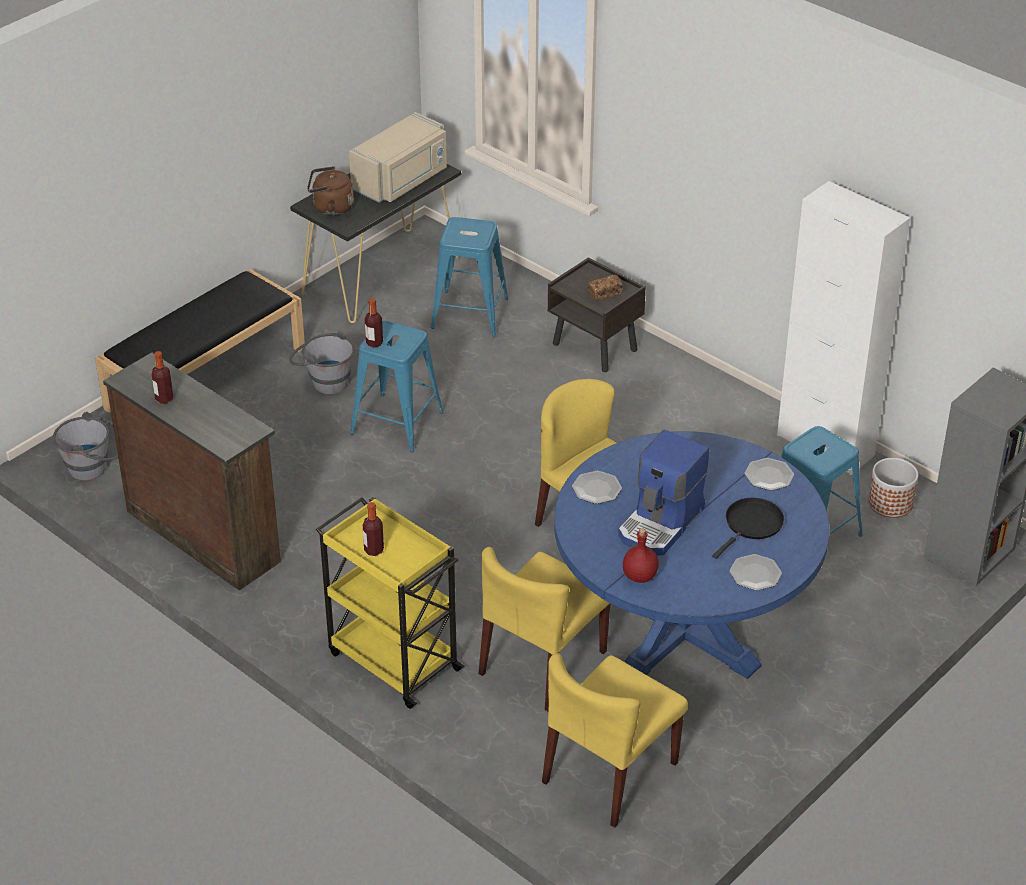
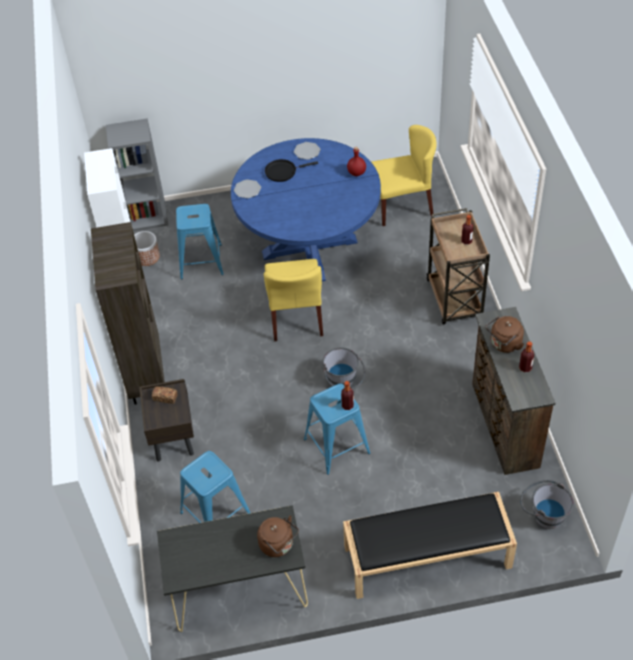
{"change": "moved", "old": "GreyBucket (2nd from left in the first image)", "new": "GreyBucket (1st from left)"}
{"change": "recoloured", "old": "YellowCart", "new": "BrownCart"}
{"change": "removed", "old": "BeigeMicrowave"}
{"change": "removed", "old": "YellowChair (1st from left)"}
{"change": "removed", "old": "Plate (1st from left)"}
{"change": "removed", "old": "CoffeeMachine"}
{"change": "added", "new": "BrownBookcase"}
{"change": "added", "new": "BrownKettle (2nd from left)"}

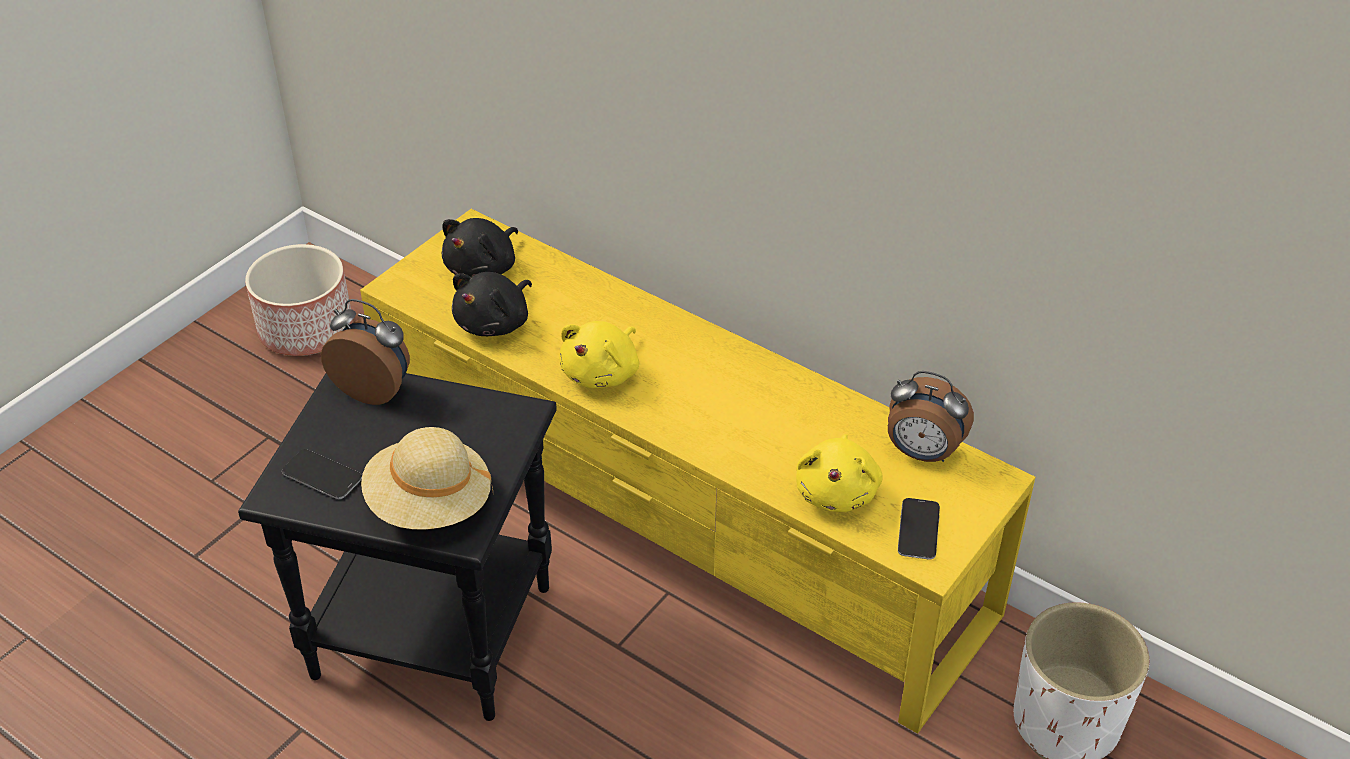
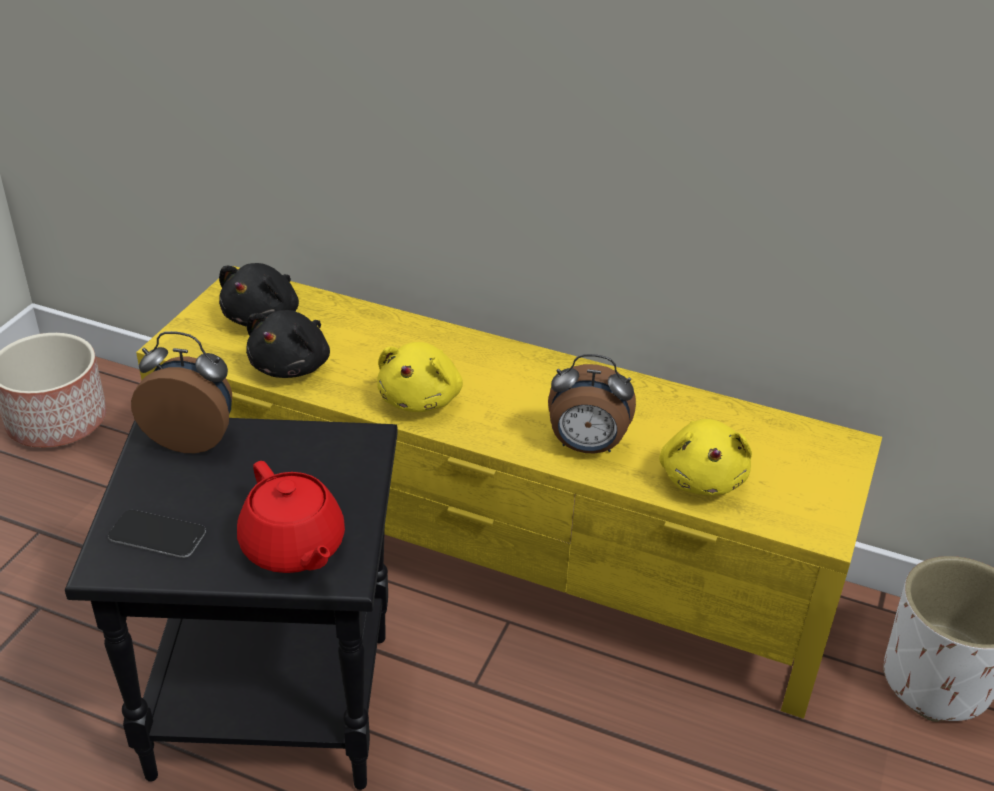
{"change": "replaced", "old": "BeigeHat", "new": "RedTeapot"}
{"change": "moved", "old": "AlarmClock (2nd from left)"}
{"change": "removed", "old": "Phone (2nd from left)"}

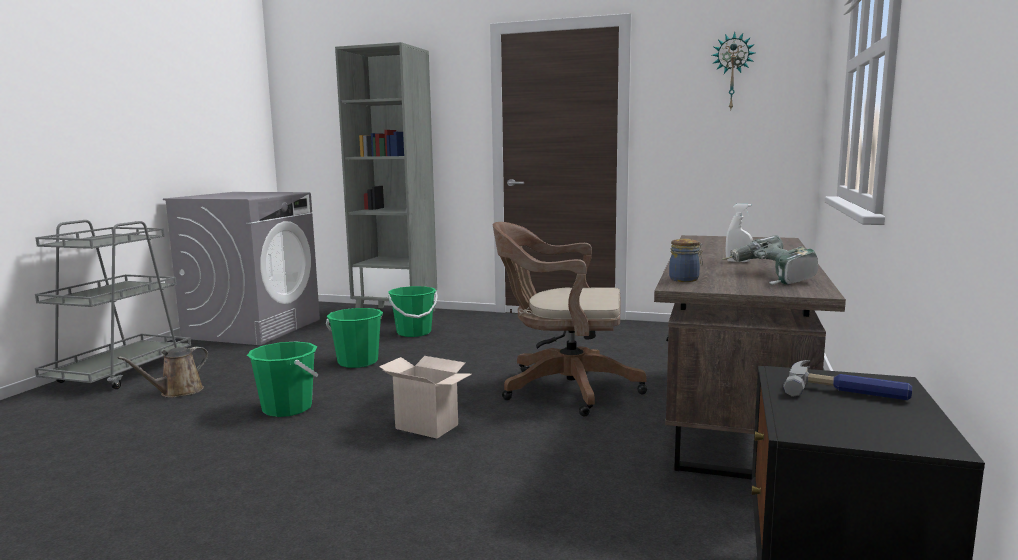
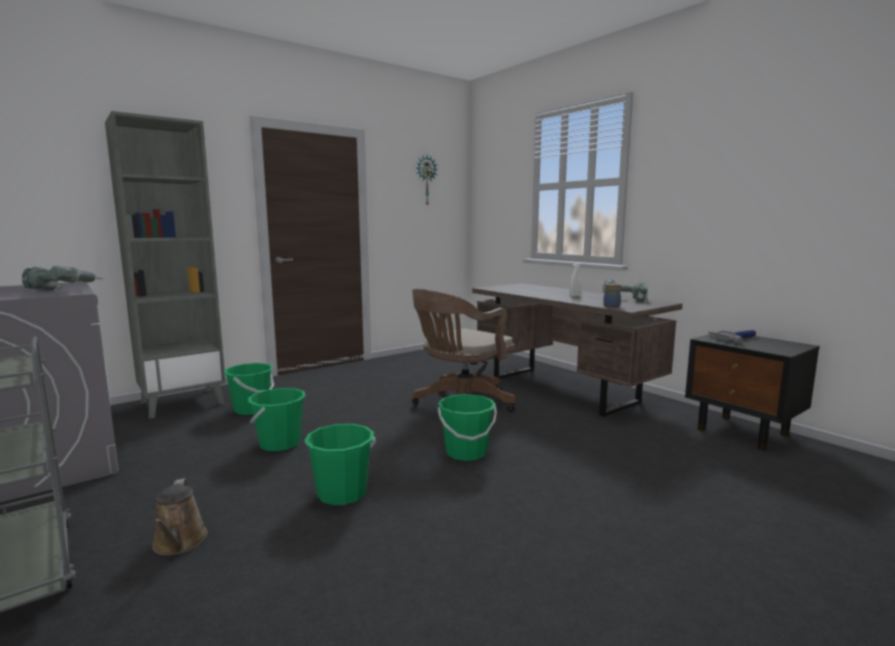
{"change": "replaced", "old": "CardboardBox", "new": "GreenBucket (4th from left)"}
{"change": "added", "new": "PowerDrill (1st from left)"}

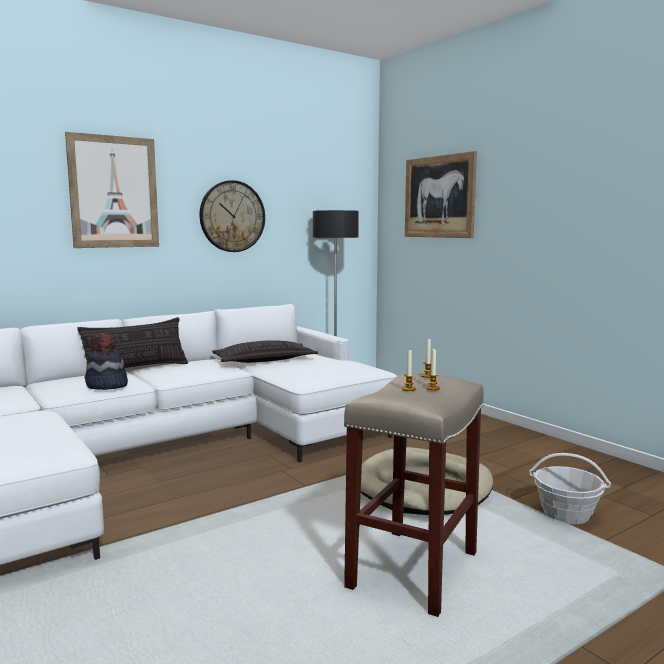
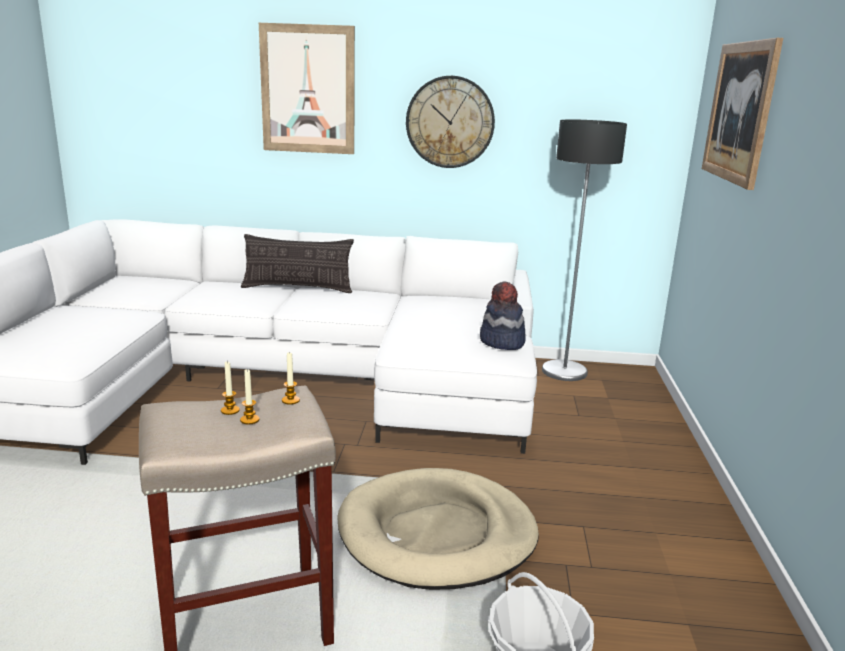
{"change": "moved", "old": "Hat"}
{"change": "removed", "old": "Pillow (2nd from left)"}

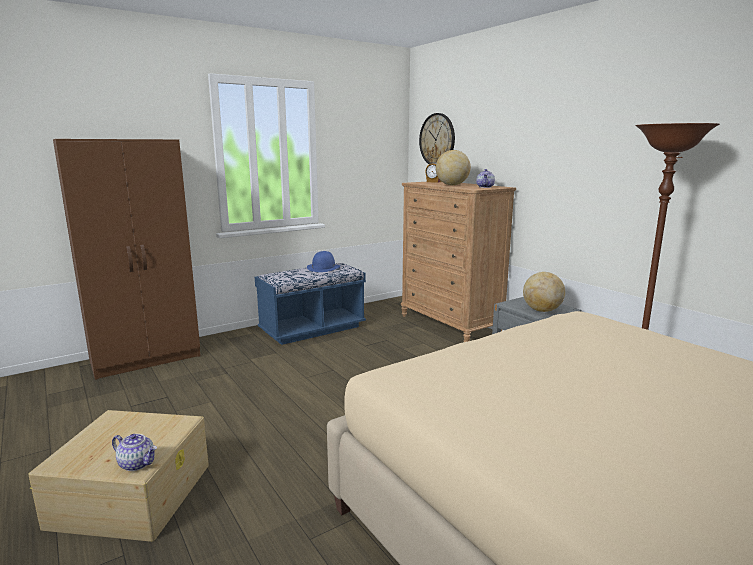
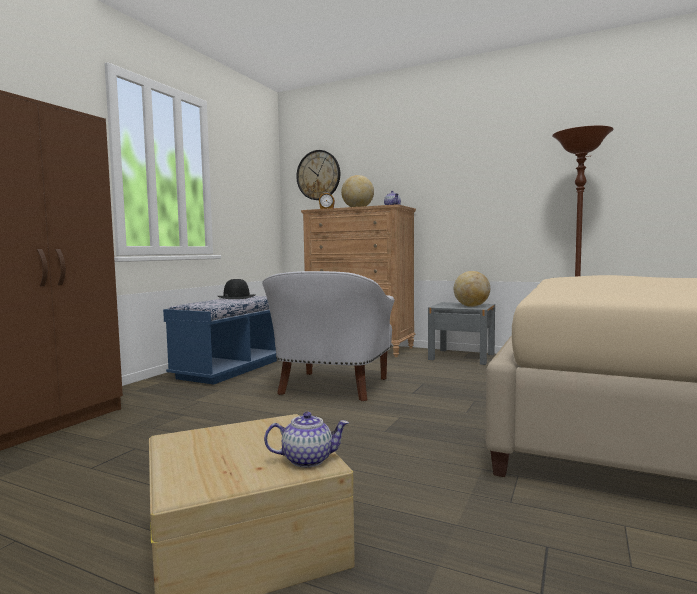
{"change": "recoloured", "old": "BlueHat", "new": "BlackHat"}
{"change": "added", "new": "WhiteArmchair"}

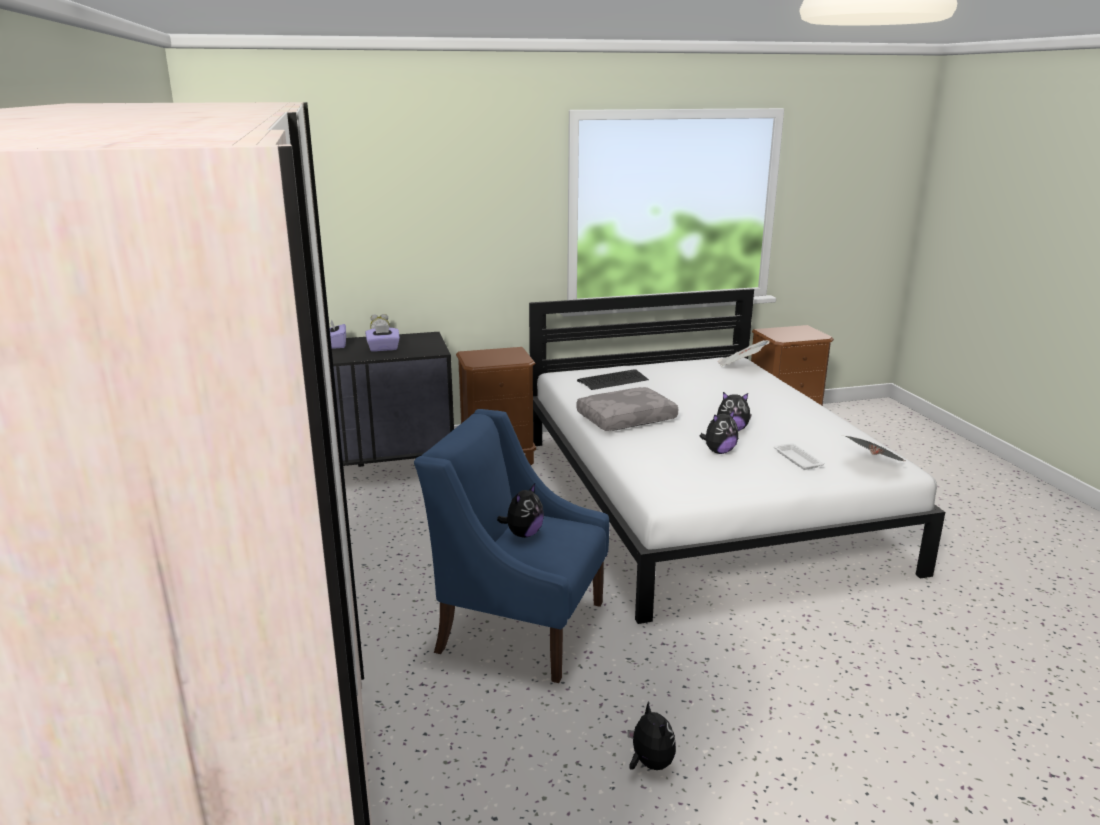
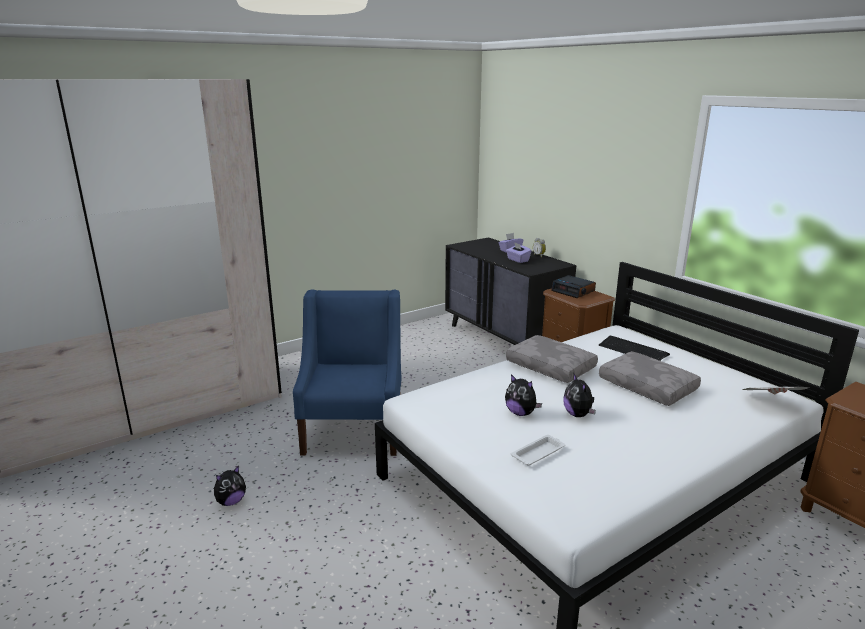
{"change": "removed", "old": "PlushToy (1st from left)"}
{"change": "removed", "old": "Newspaper (2nd from left)"}
{"change": "added", "new": "AlarmClock (2nd from left)"}
{"change": "added", "new": "GreyPillow (2nd from left)"}

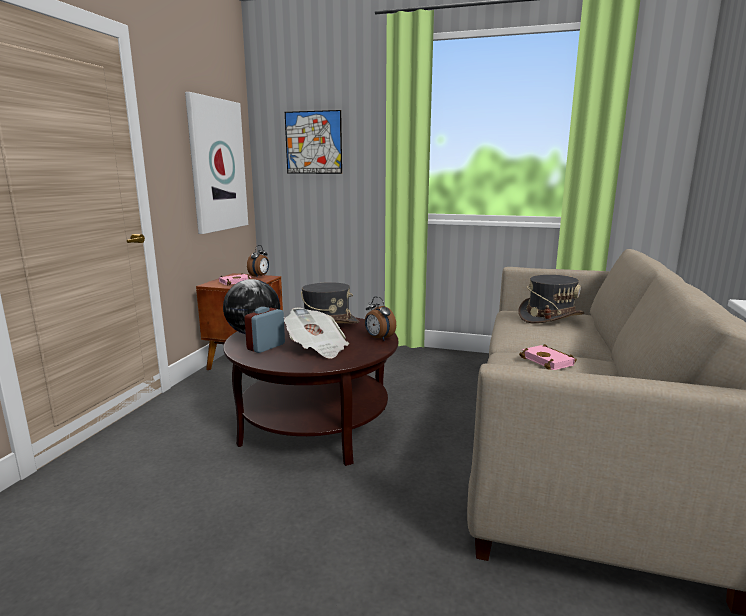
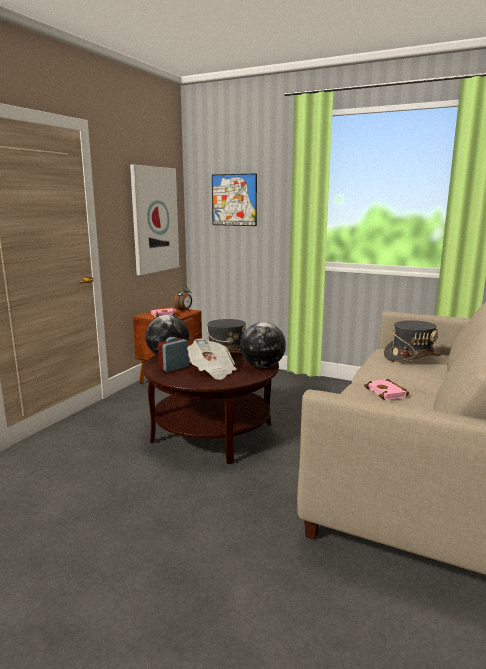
{"change": "replaced", "old": "AlarmClock (3rd from left)", "new": "Globe (2nd from left)"}

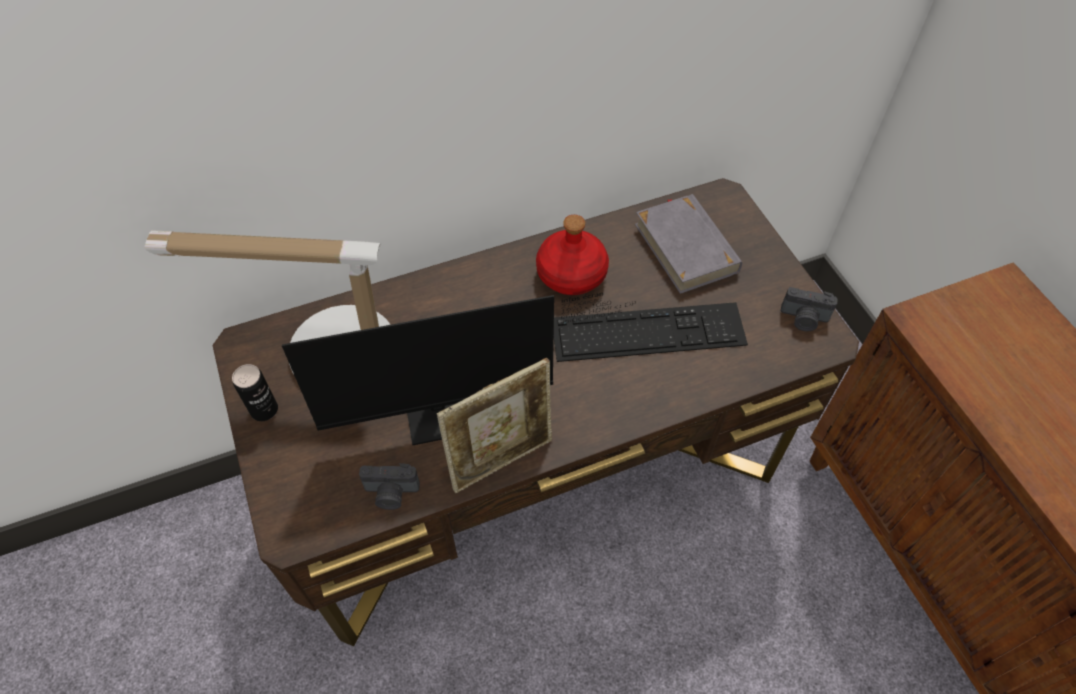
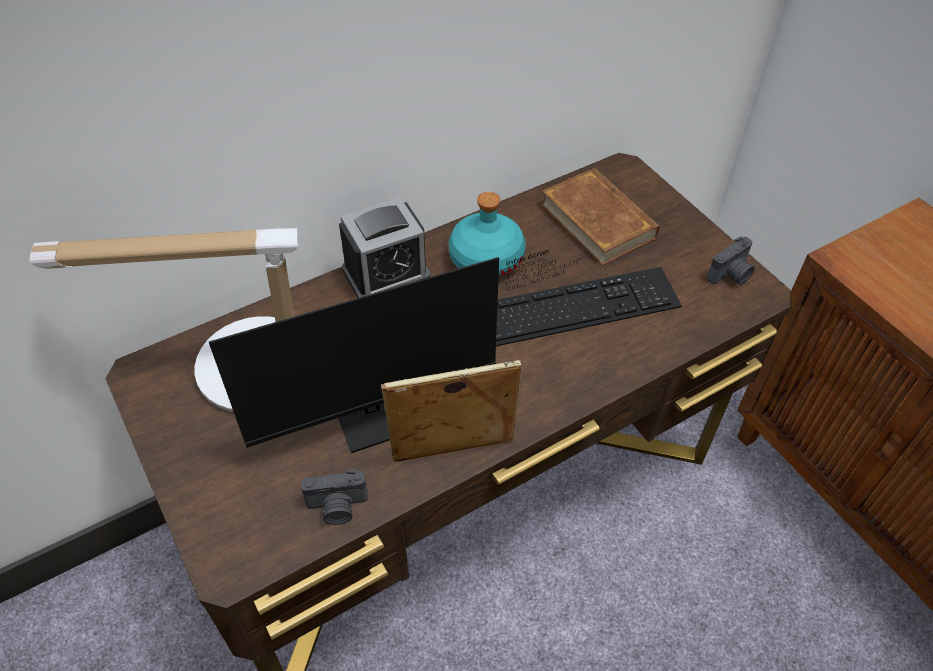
{"change": "removed", "old": "Can"}
{"change": "turned", "old": "PictureFrame", "degrees": -150}
{"change": "recoloured", "old": "RedBottle", "new": "TurquoiseBottle"}
{"change": "recoloured", "old": "GreyBook", "new": "BrownBook"}
{"change": "turned", "old": "PhotoCamera (2nd from left)", "degrees": -45}
{"change": "added", "new": "AlarmClock"}

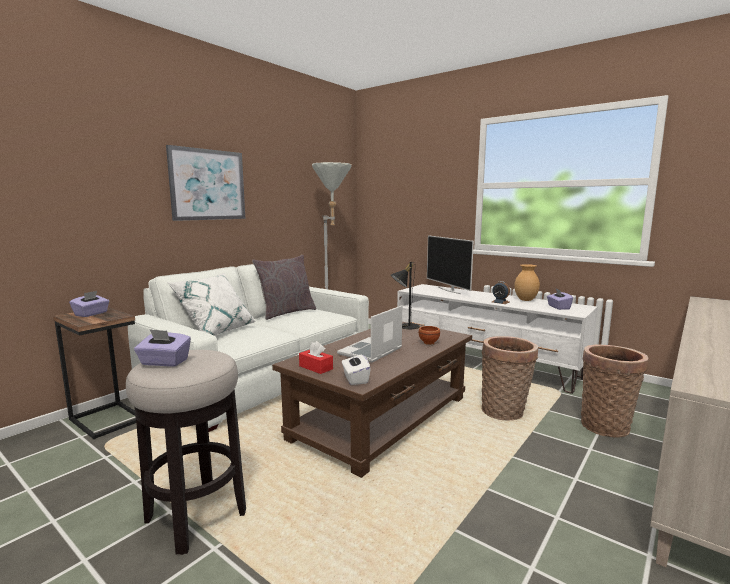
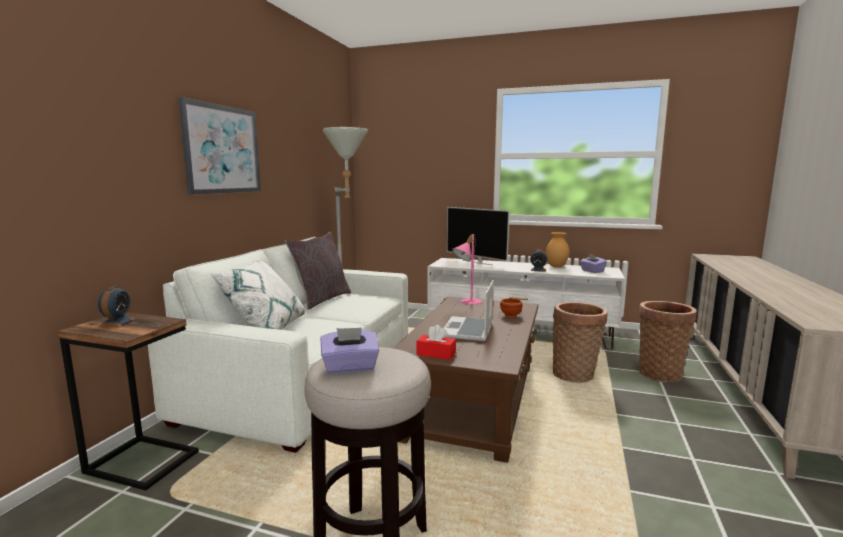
{"change": "replaced", "old": "PurpleTissueBox (1st from left)", "new": "AlarmClock (1st from left)"}
{"change": "removed", "old": "WhiteTissueBox"}
{"change": "recoloured", "old": "BlackTableLamp", "new": "PinkTableLamp"}

